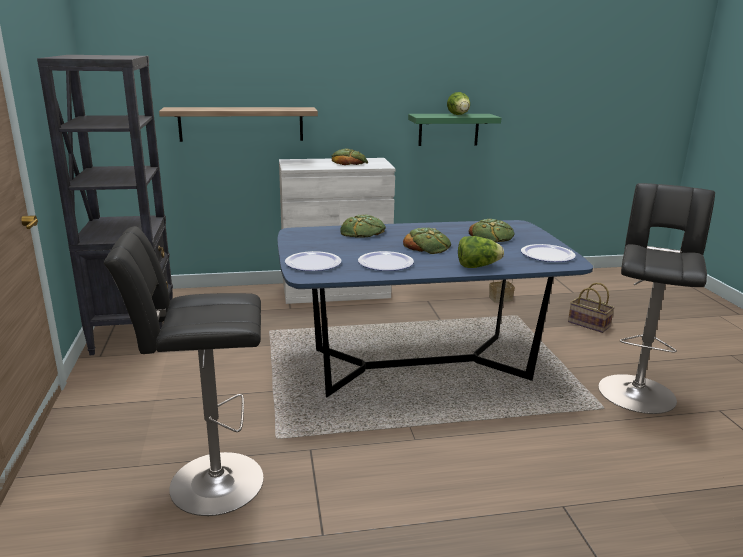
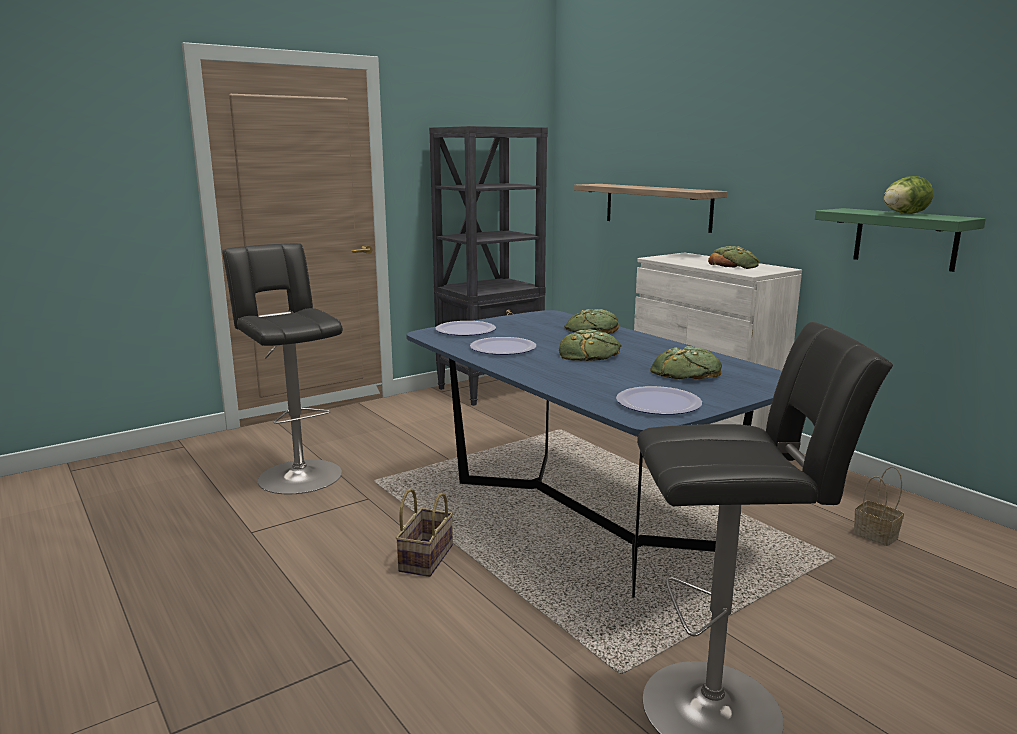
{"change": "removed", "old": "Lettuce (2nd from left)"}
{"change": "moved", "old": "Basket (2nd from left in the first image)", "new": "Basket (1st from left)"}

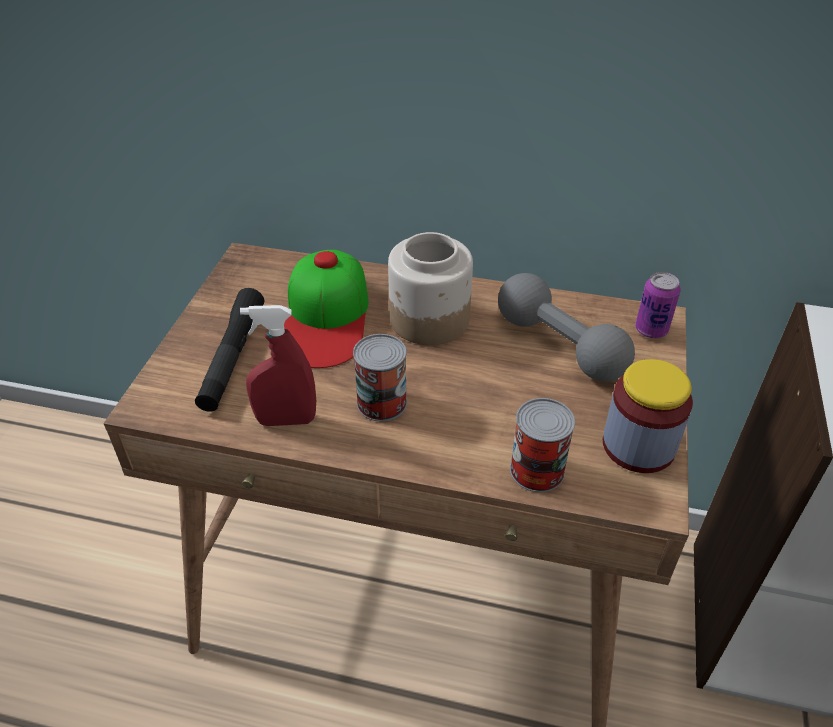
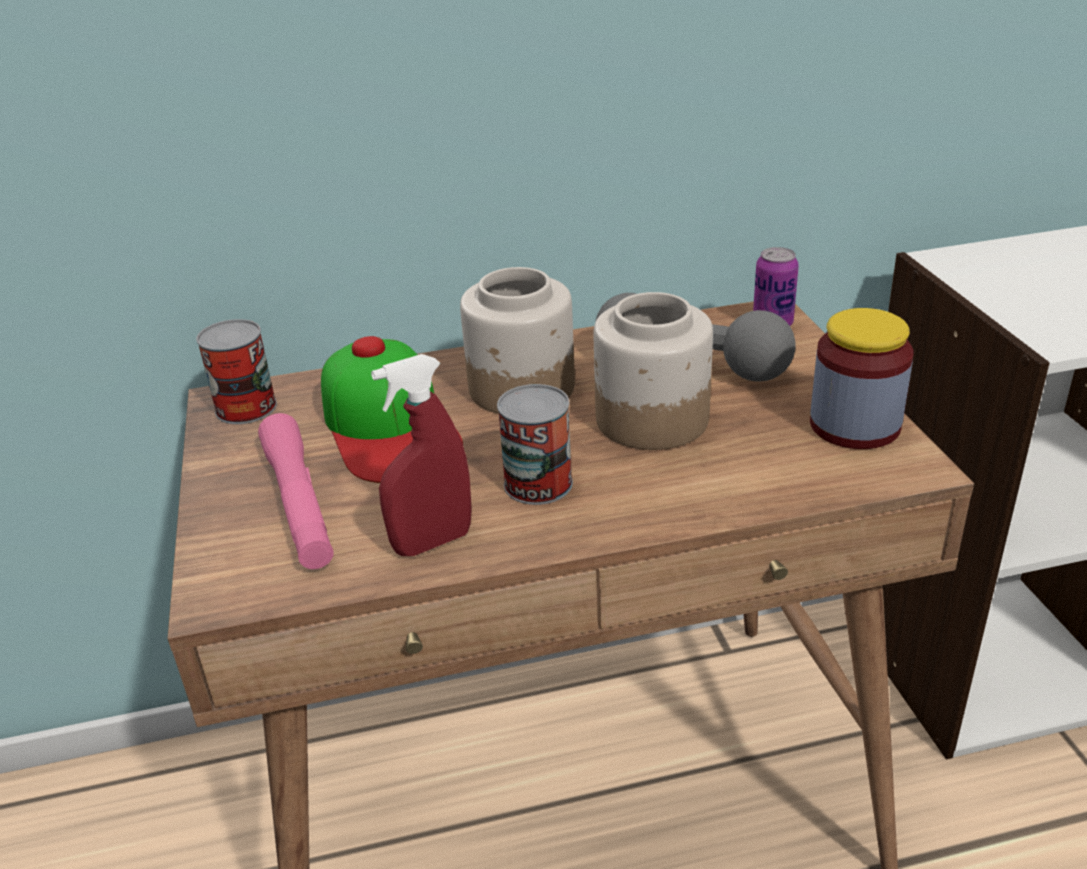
{"change": "recoloured", "old": "BlackFlashlight", "new": "PinkFlashlight"}
{"change": "moved", "old": "Can (2nd from left in the first image)", "new": "Can (1st from left)"}
{"change": "added", "new": "Jar (2nd from left)"}

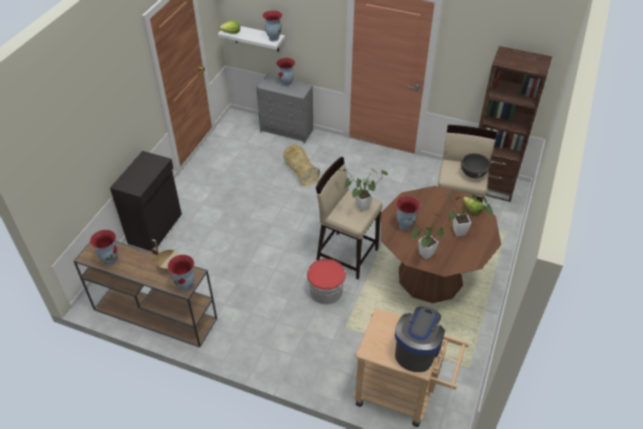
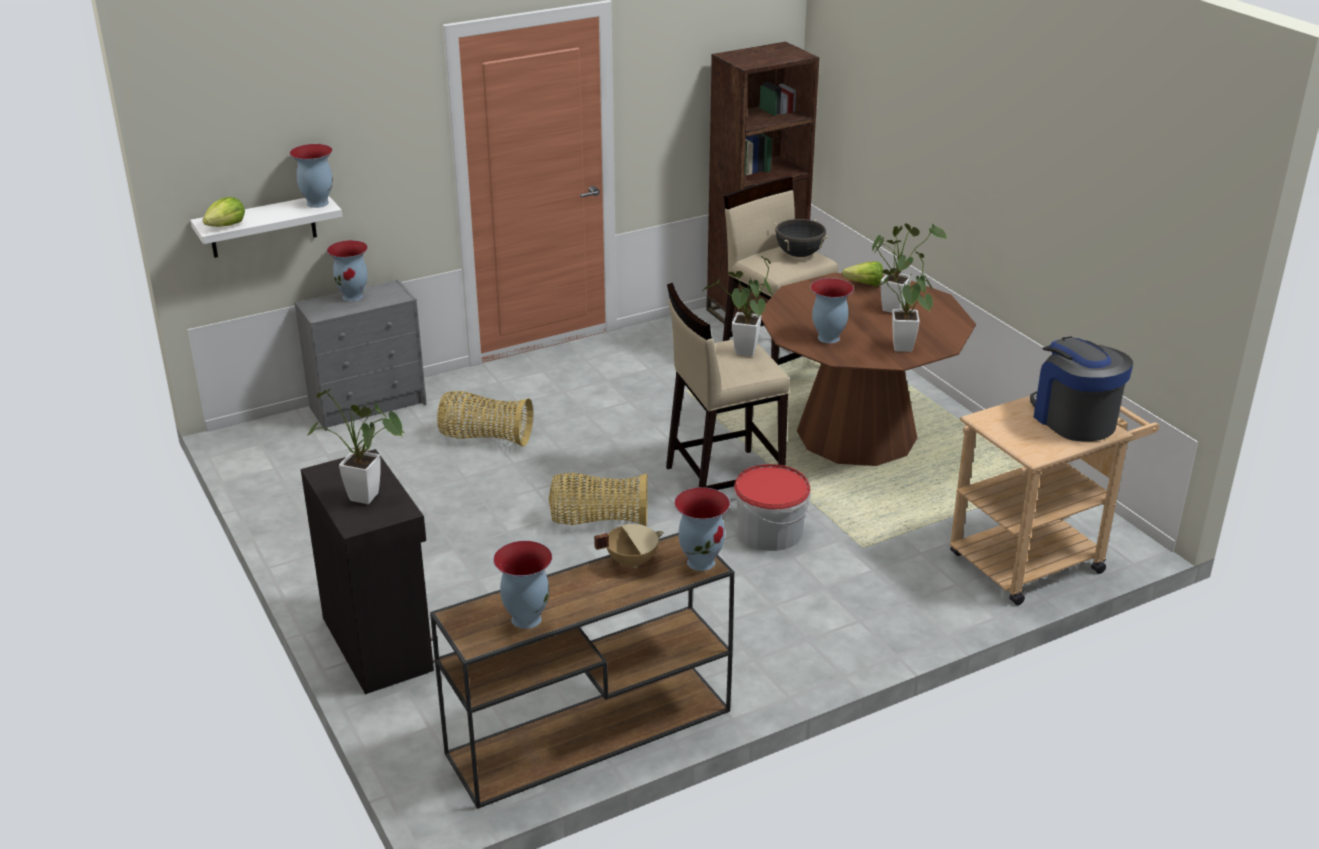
{"change": "added", "new": "PottedPlant (1st from left)"}
{"change": "added", "new": "Basket (2nd from left)"}

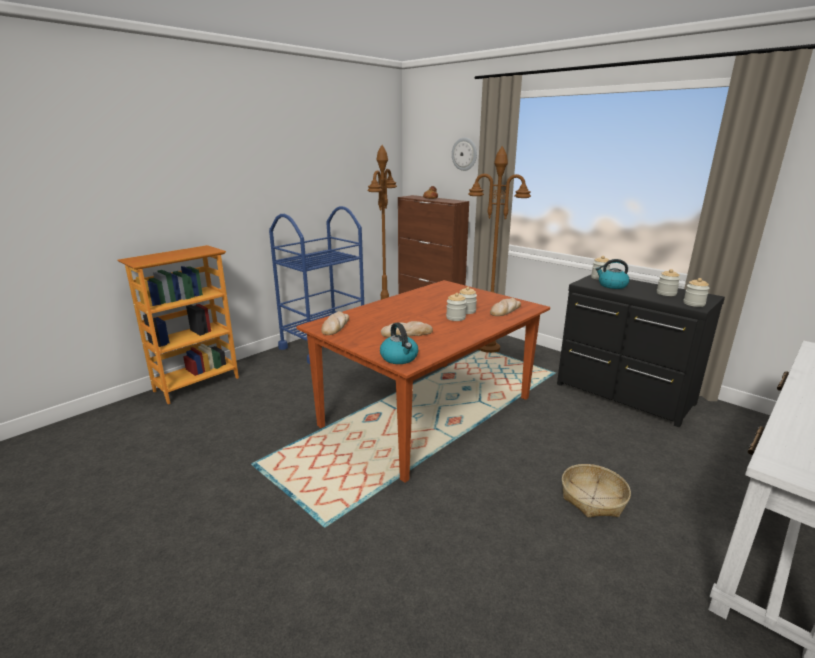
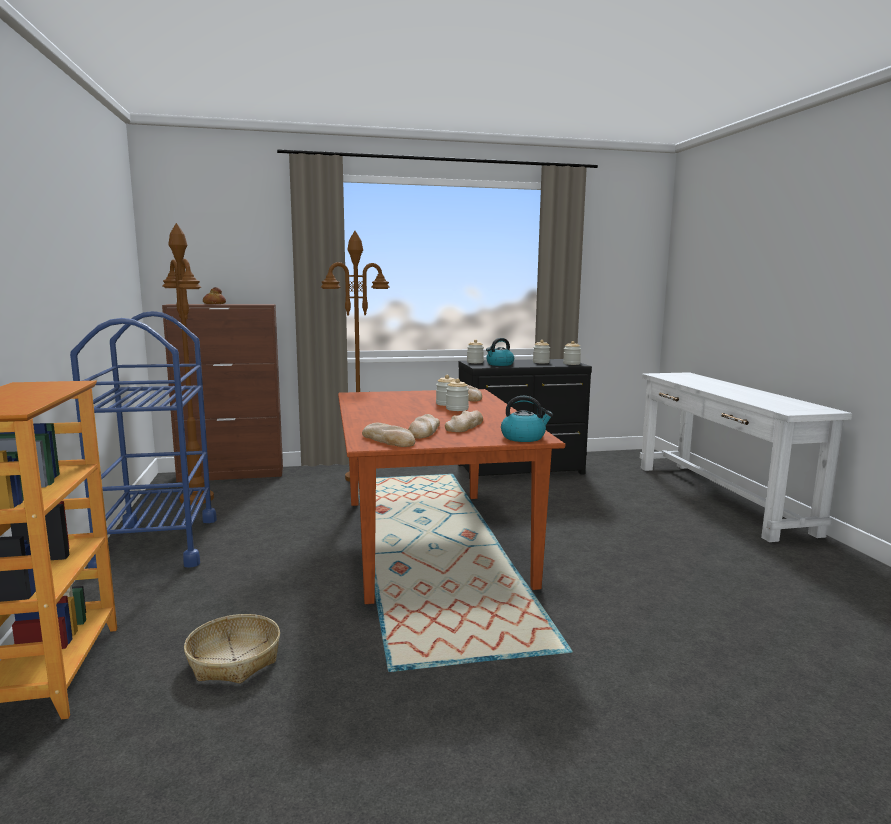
{"change": "removed", "old": "WallClock"}
{"change": "moved", "old": "Basket"}
{"change": "added", "new": "Bread (3rd from left)"}

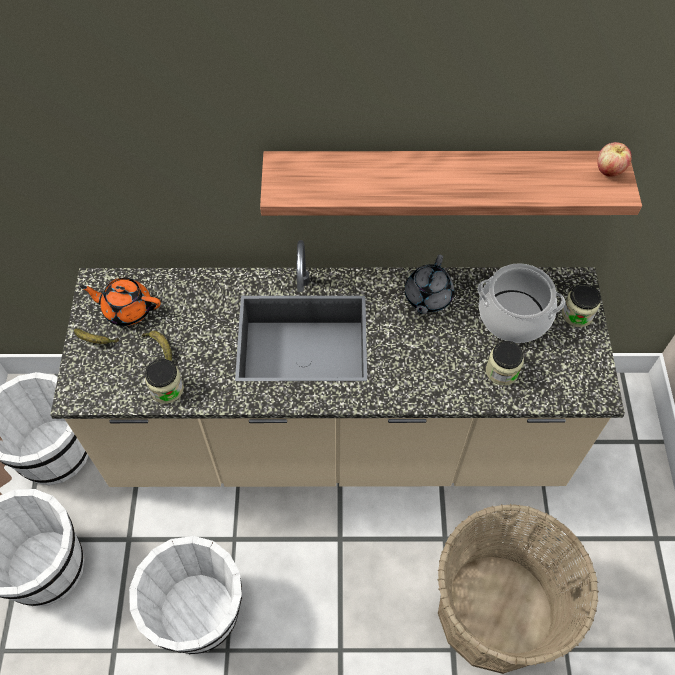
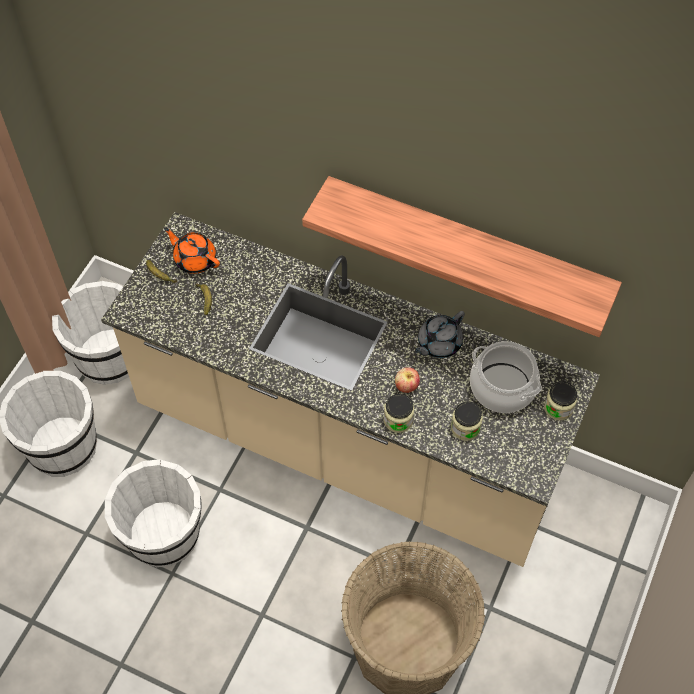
{"change": "moved", "old": "Jar (1st from left)"}
{"change": "moved", "old": "Apple"}

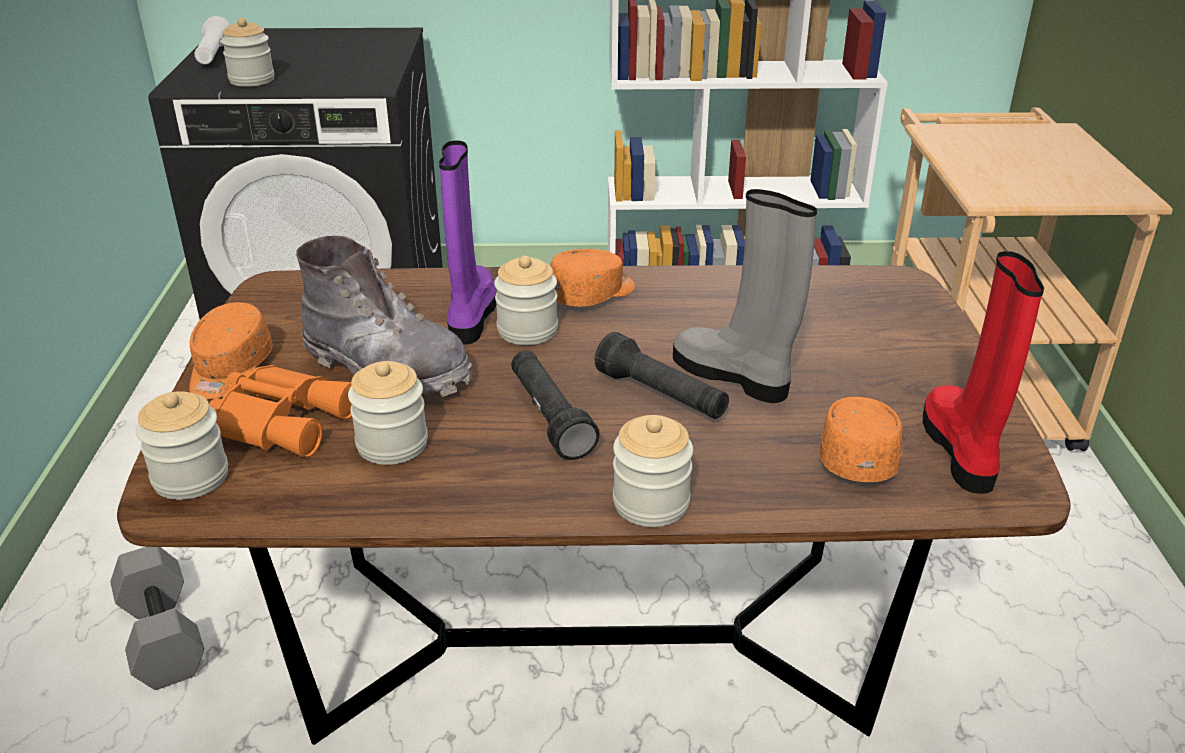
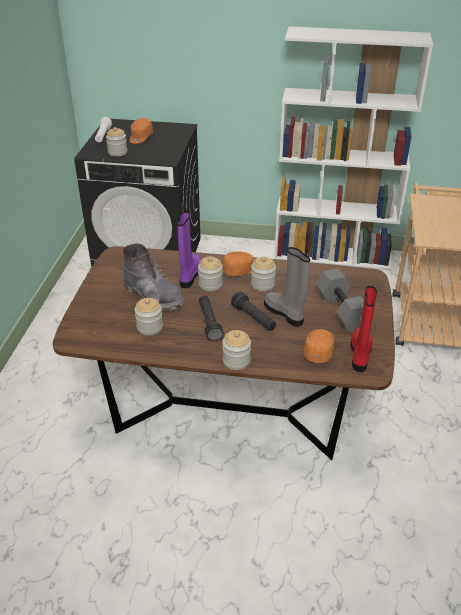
{"change": "moved", "old": "GreyDumbbell"}
{"change": "moved", "old": "Jar (1st from left in the first image)", "new": "Jar (5th from left)"}
{"change": "moved", "old": "OrangeCap (1st from left)"}
{"change": "removed", "old": "OrangeBinoculars"}

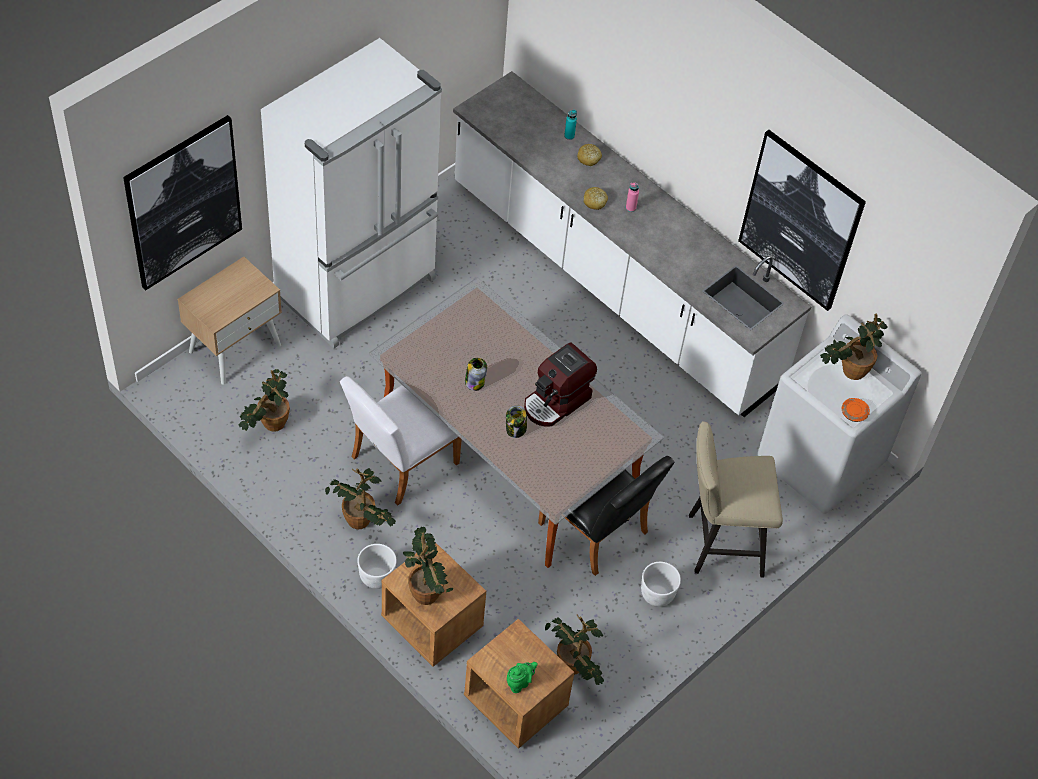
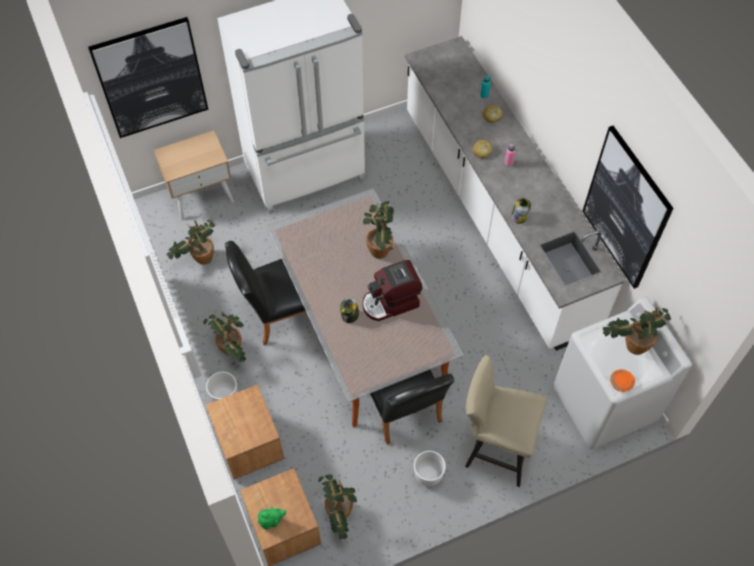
{"change": "recoloured", "old": "WhiteChair", "new": "BlackChair (1st from left)"}
{"change": "moved", "old": "PottedPlant (3rd from left in the first image)", "new": "PottedPlant (4th from left)"}
{"change": "moved", "old": "Jar (1st from left in the first image)", "new": "Jar (2nd from left)"}

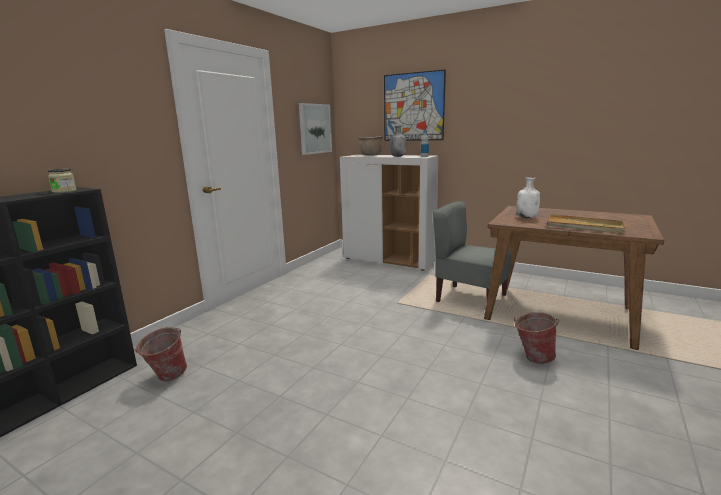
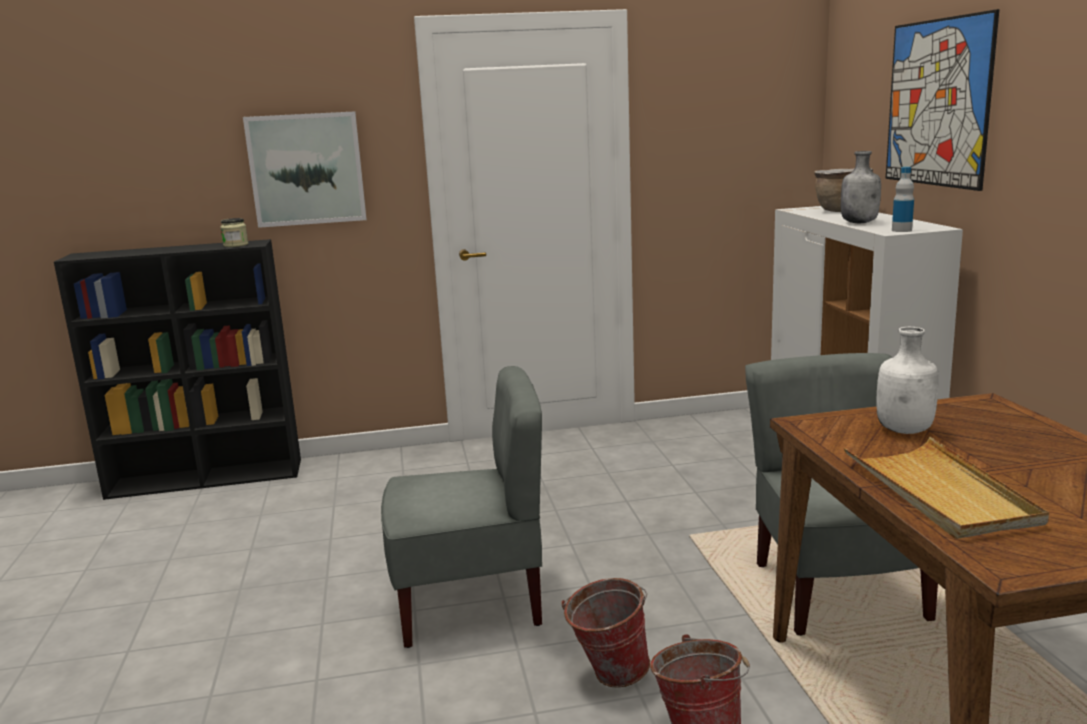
{"change": "moved", "old": "Bucket (1st from left)"}
{"change": "moved", "old": "Picture (1st from left)"}
{"change": "added", "new": "GreyChair (1st from left)"}

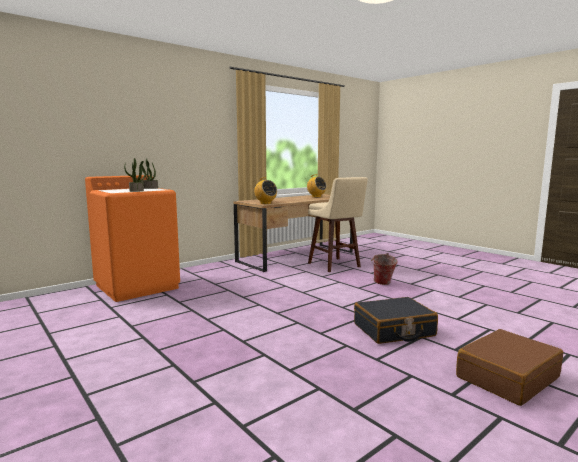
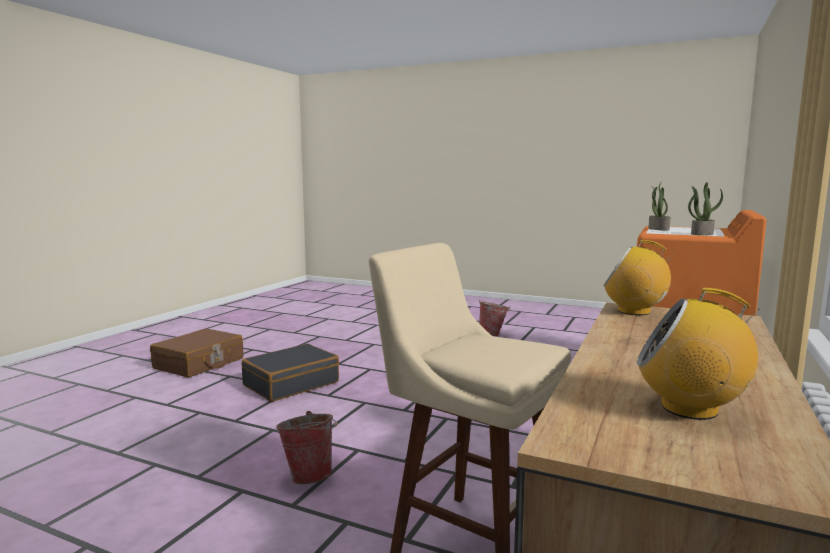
{"change": "added", "new": "Bucket (2nd from left)"}

